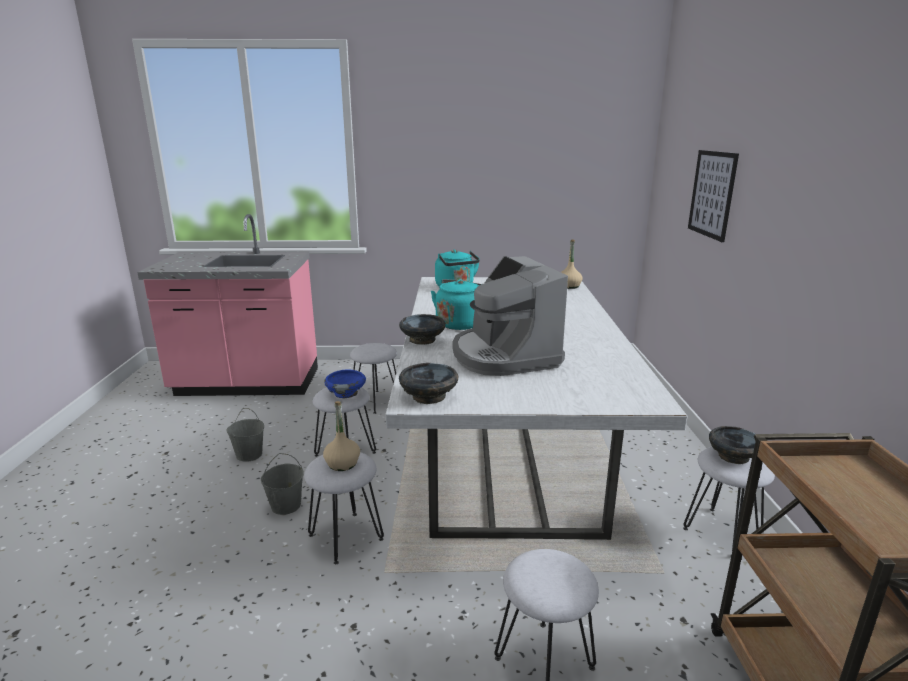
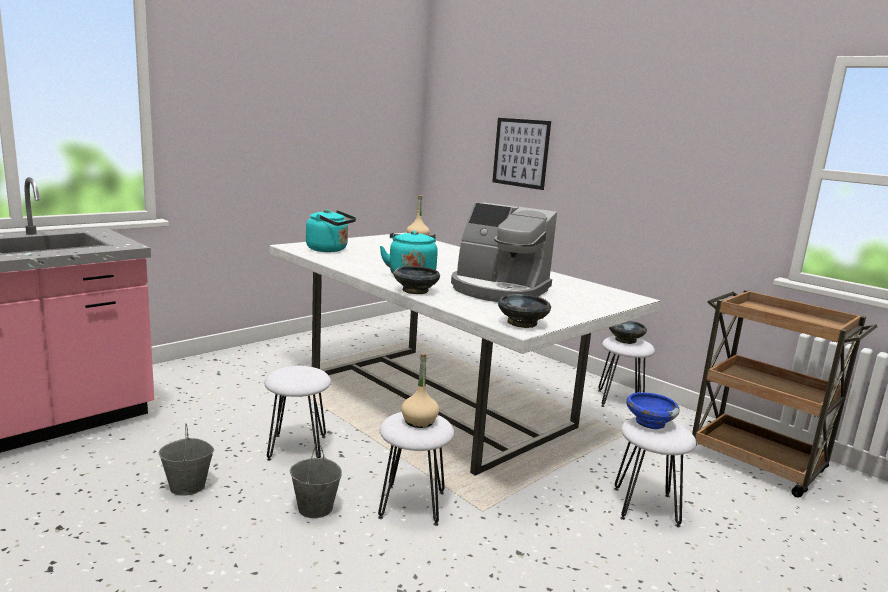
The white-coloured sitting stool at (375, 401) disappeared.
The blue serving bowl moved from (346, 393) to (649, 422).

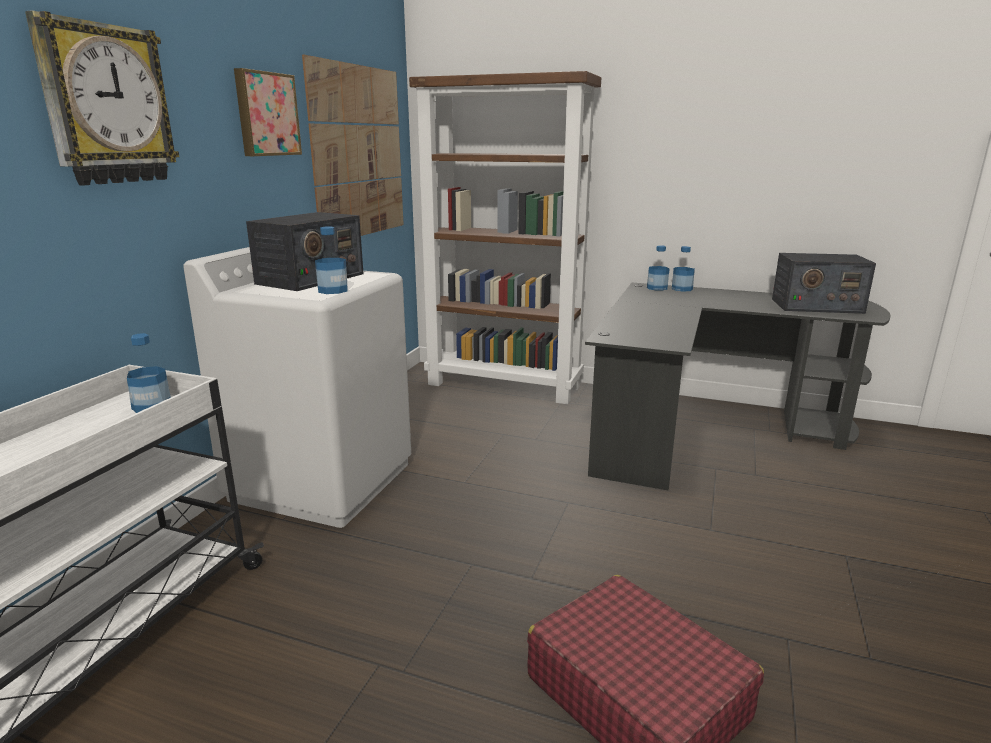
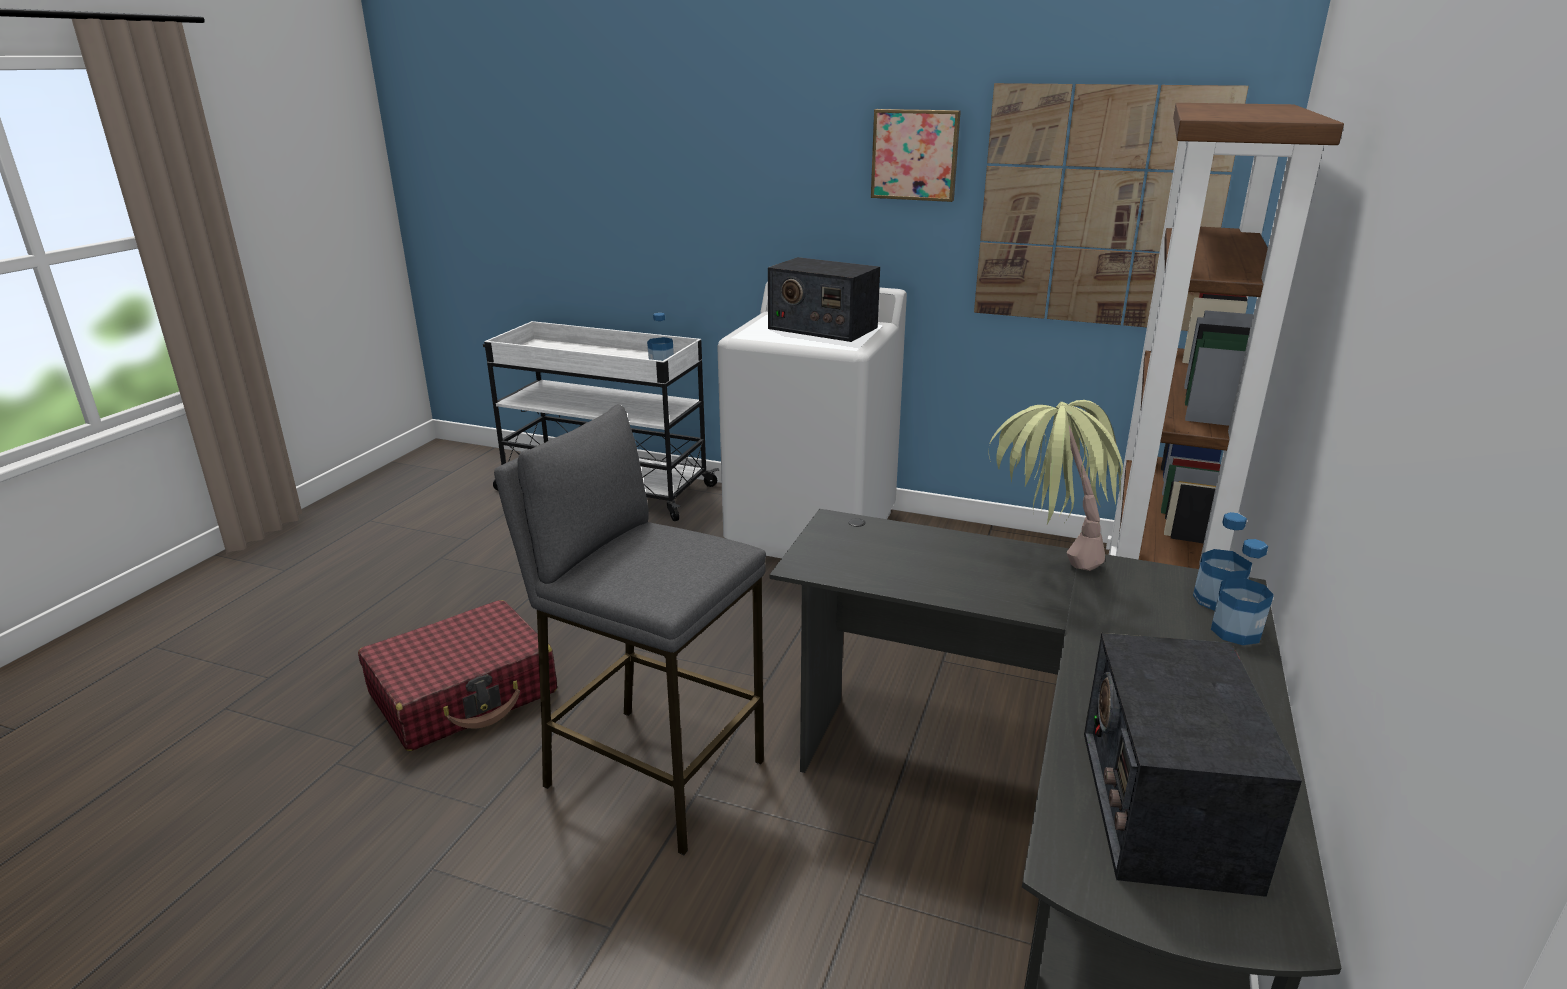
The clock on the wall at (107, 105) disappeared.
The beverage bottle at (333, 290) disappeared.
The grey sitting stool at (654, 773) appeared.
The potted plant at (1044, 570) appeared.

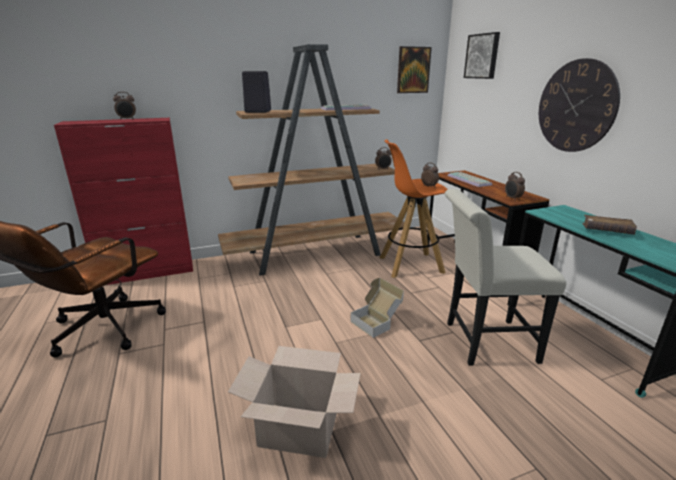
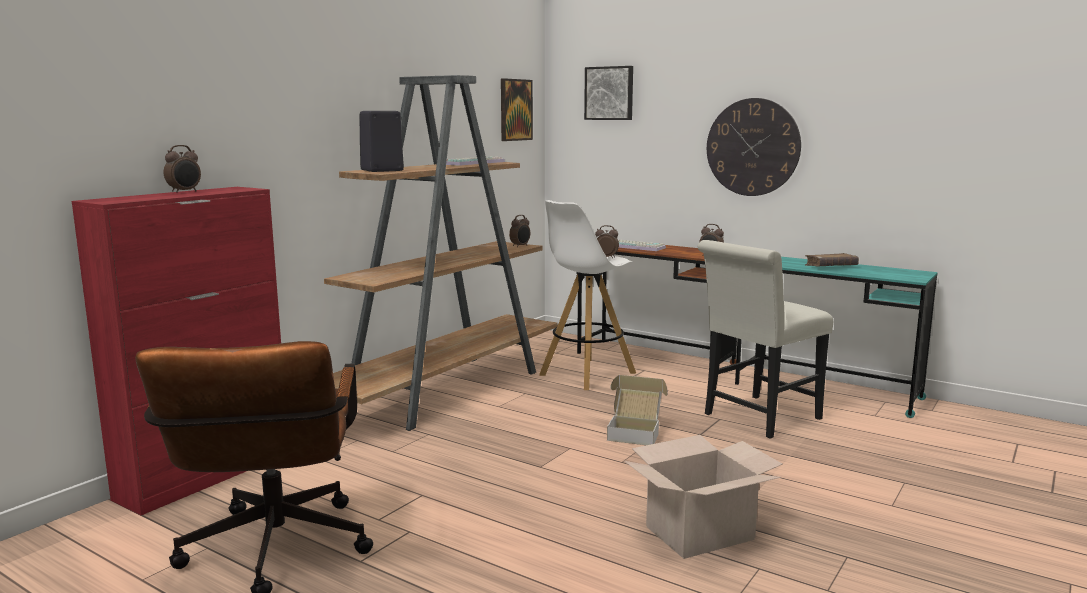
The orange-coloured sitting stool at (410, 265) became the white-coloured sitting stool at (586, 374).

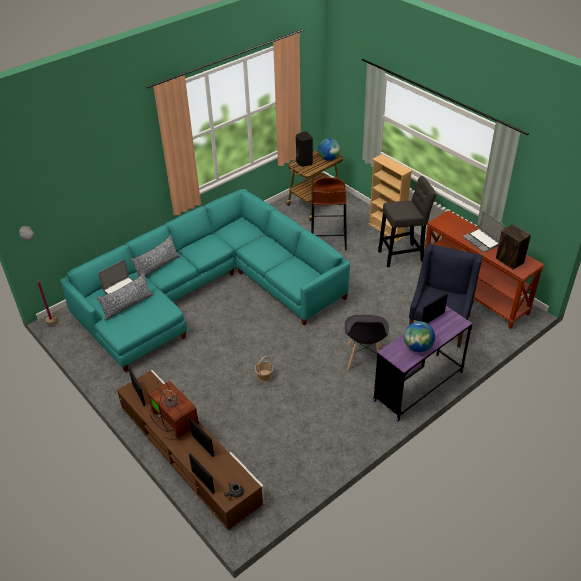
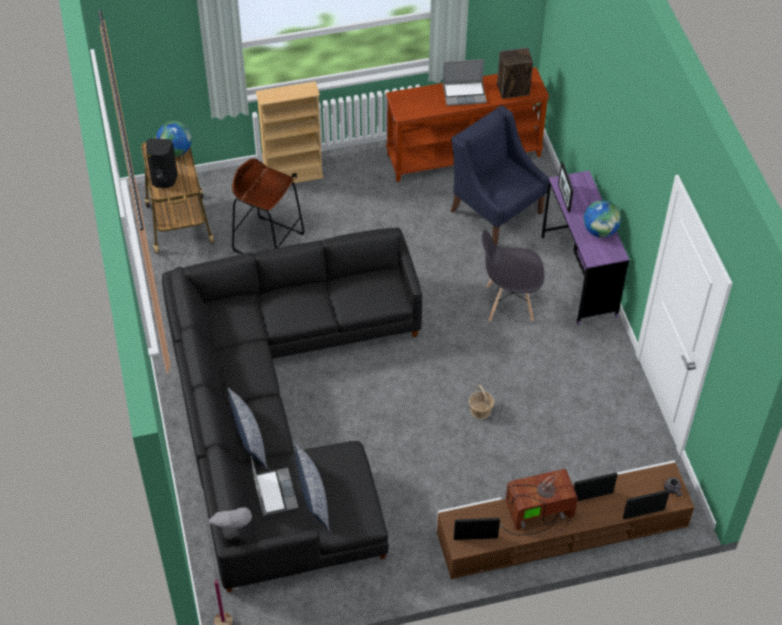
The grey sitting stool at (403, 255) disappeared.
The turquoise sofa at (207, 291) became the black sofa at (282, 413).
The grey upright chair at (364, 358) turned 150 degrees clockwise.

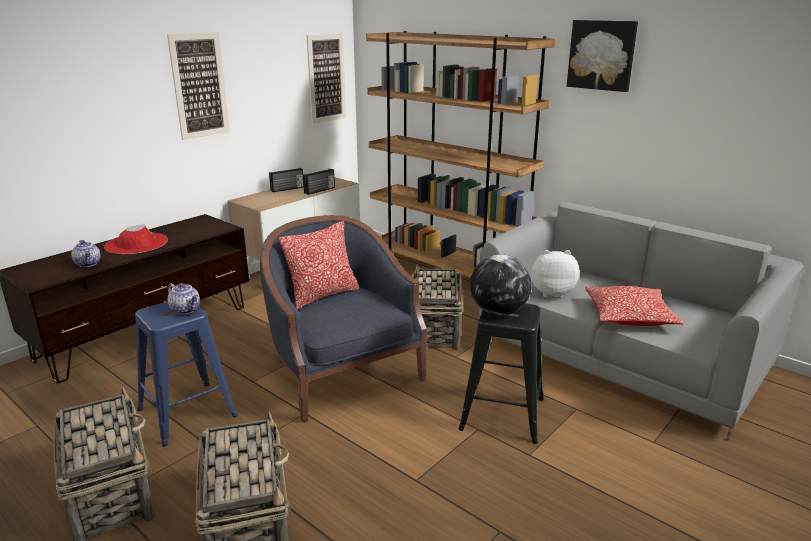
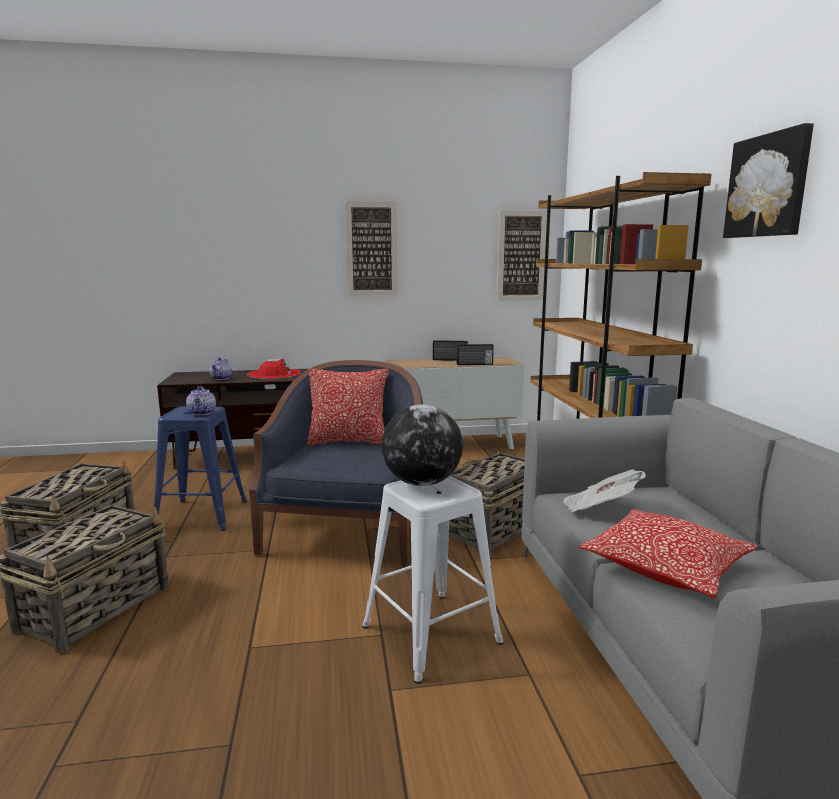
The soft toy at (551, 293) was replaced by the daily paper at (599, 509).
The black sitting stool at (503, 413) became the white-coloured sitting stool at (433, 634).

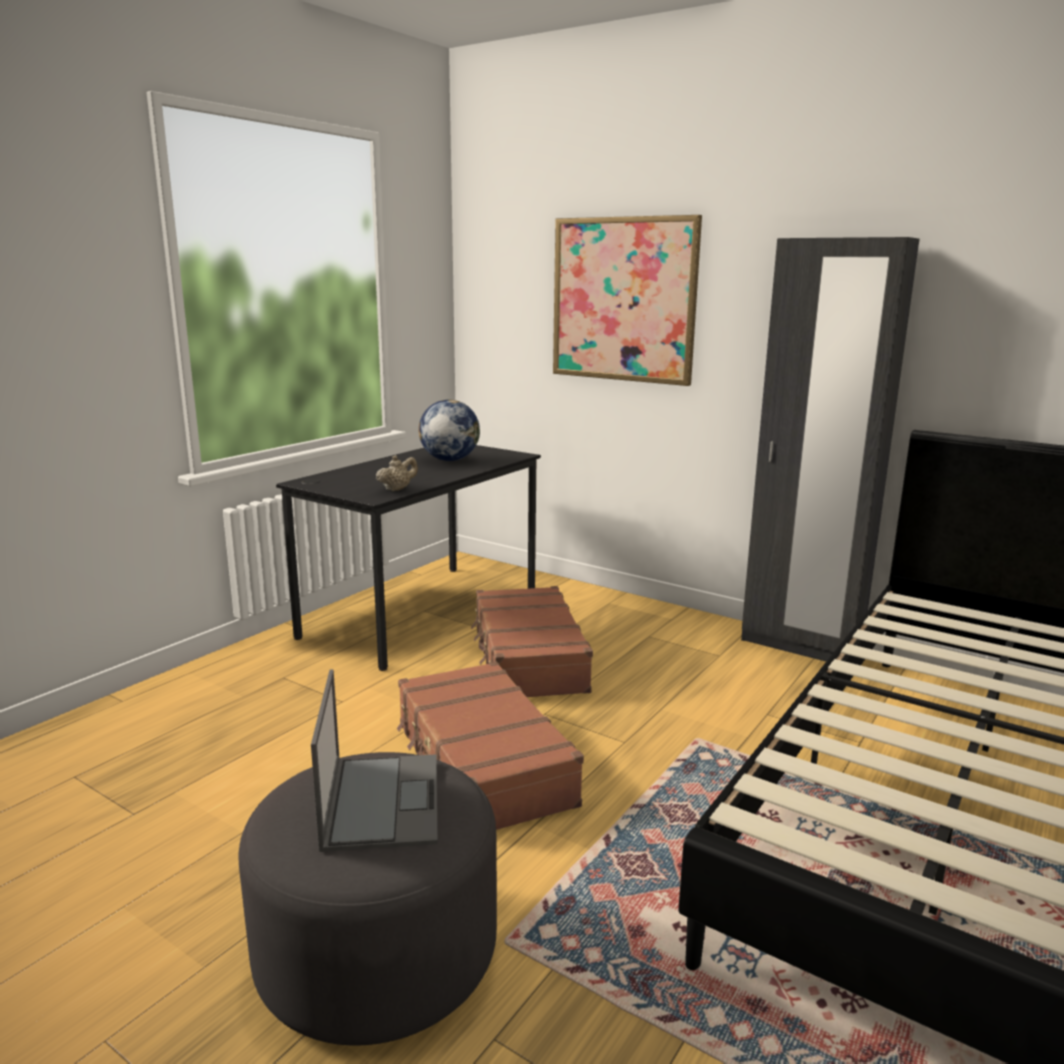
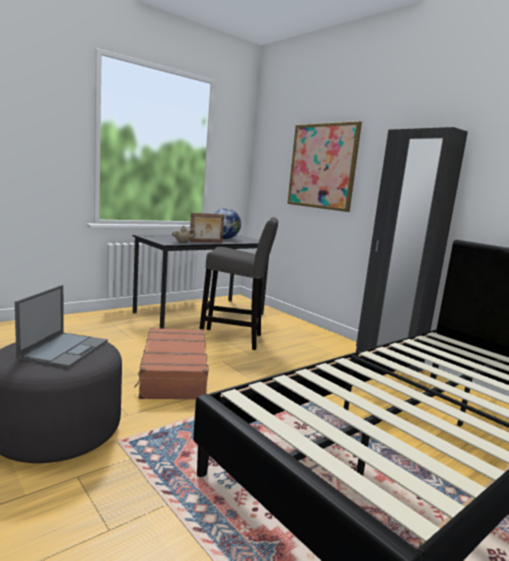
The photo frame at (206, 242) appeared.
The brown-coloured travel case at (527, 658) was replaced by the grey sitting stool at (234, 339).

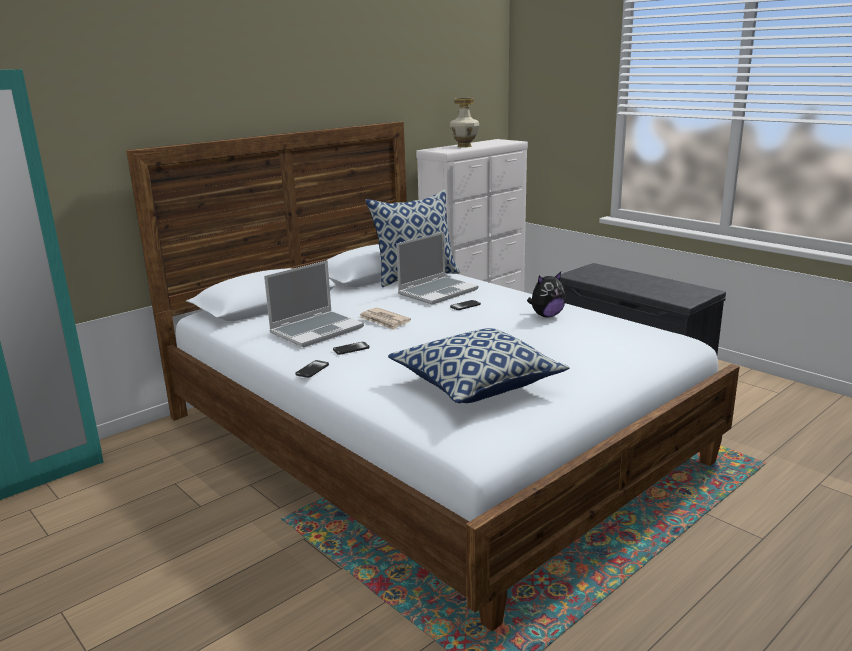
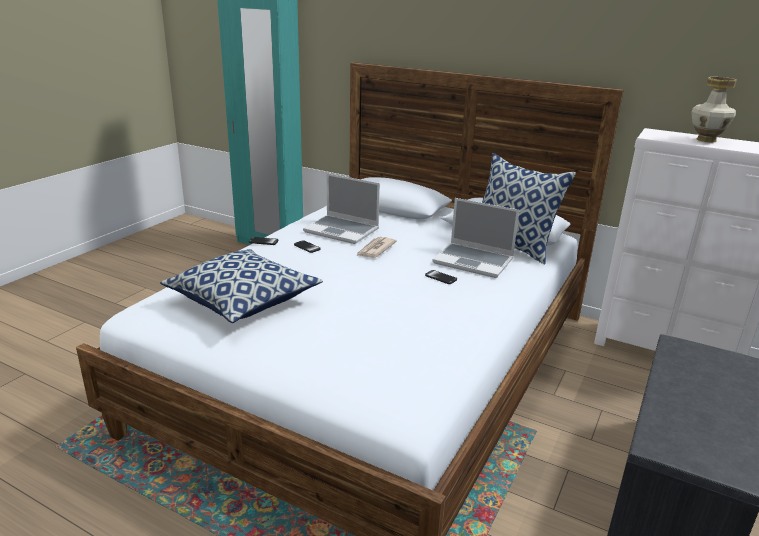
The soft toy at (546, 315) disappeared.

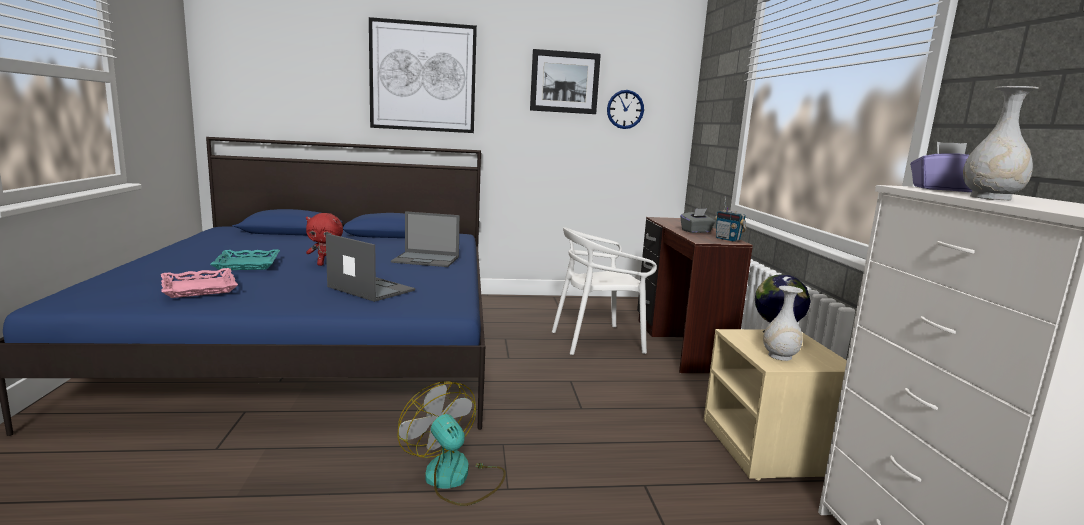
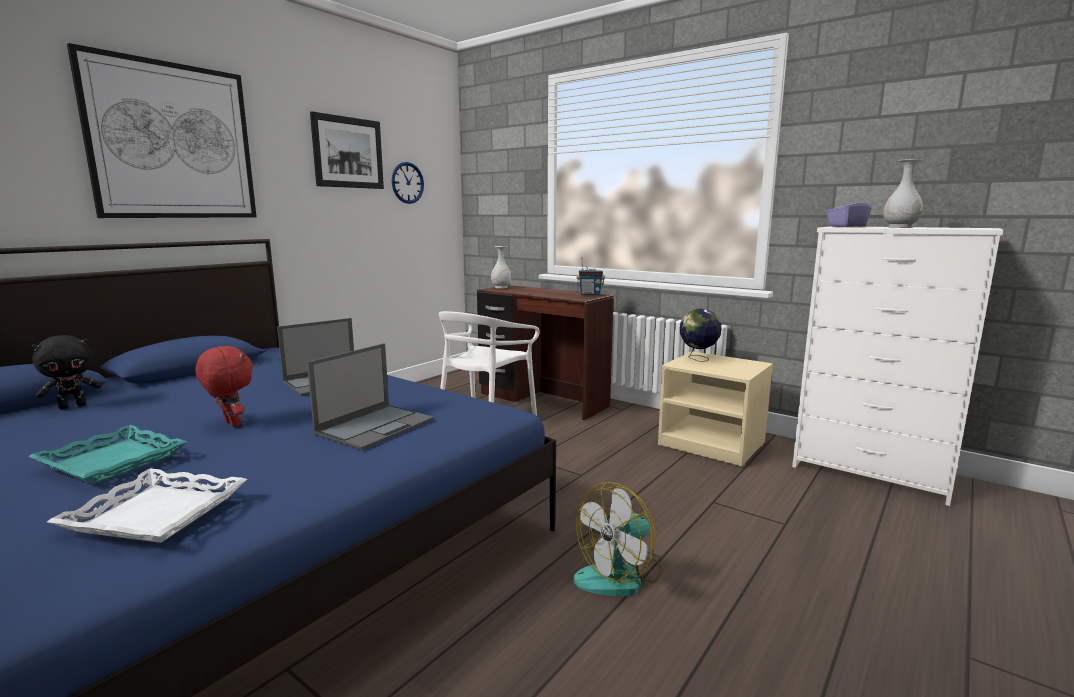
The grey box of tissues at (696, 231) disappeared.
The black soft toy at (73, 406) appeared.
The white-coloured flower vase moved from (780, 356) to (501, 287).
The pink-coloured tray at (198, 288) became the white-coloured tray at (155, 514).
The reddish soft toy at (326, 265) turned 90 degrees counterclockwise.
The laptop at (370, 288) turned 135 degrees clockwise.
The cooling fan at (455, 478) turned 45 degrees counterclockwise.

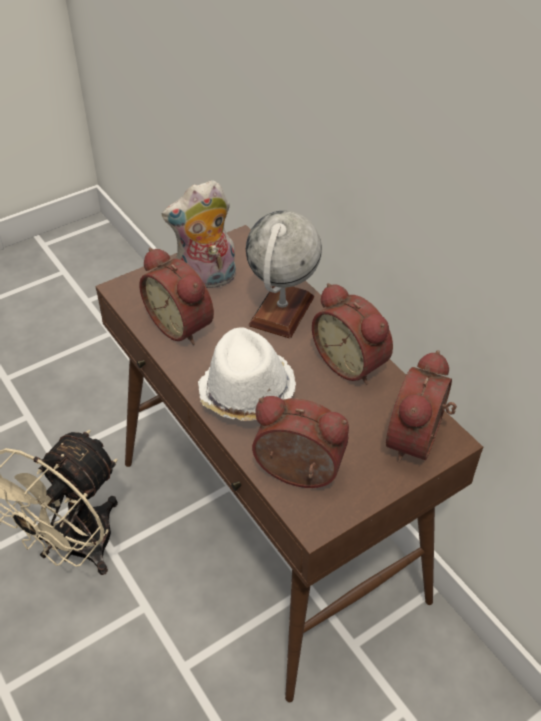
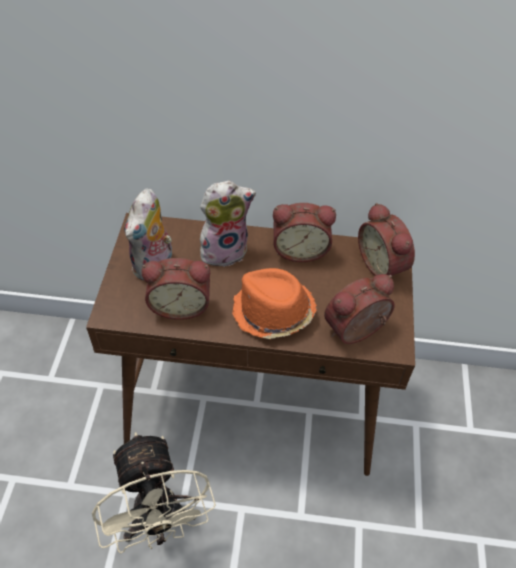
The world globe at (282, 311) was replaced by the soft toy at (224, 250).
The white-coloured hat at (246, 392) became the orange-coloured hat at (272, 312).

